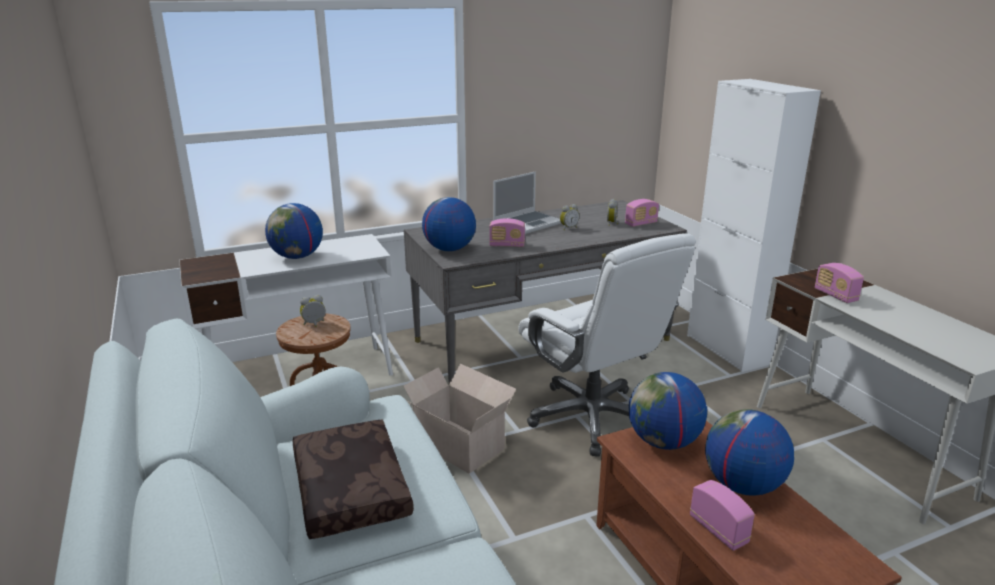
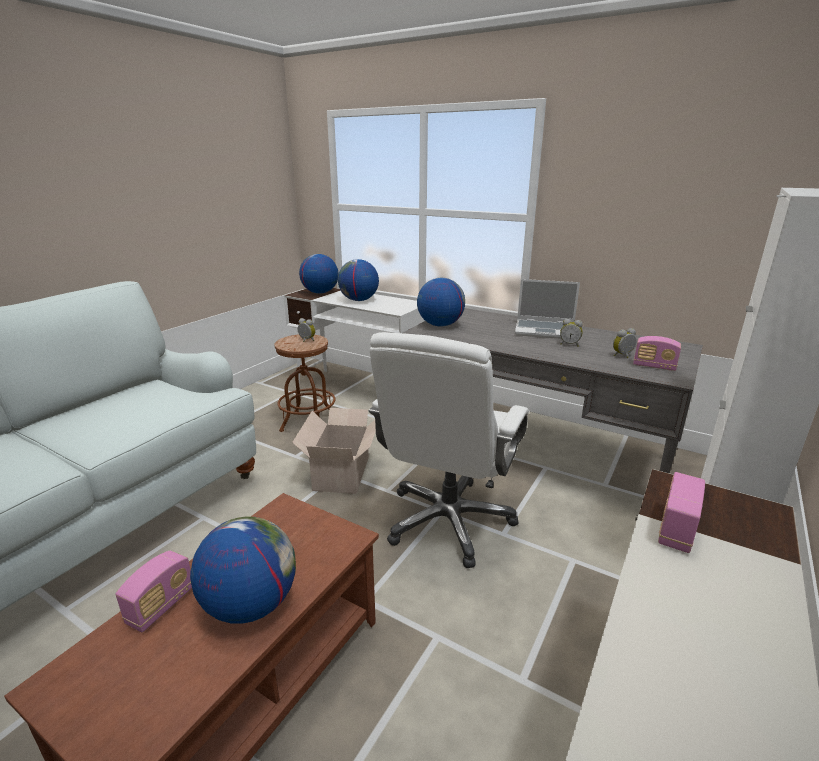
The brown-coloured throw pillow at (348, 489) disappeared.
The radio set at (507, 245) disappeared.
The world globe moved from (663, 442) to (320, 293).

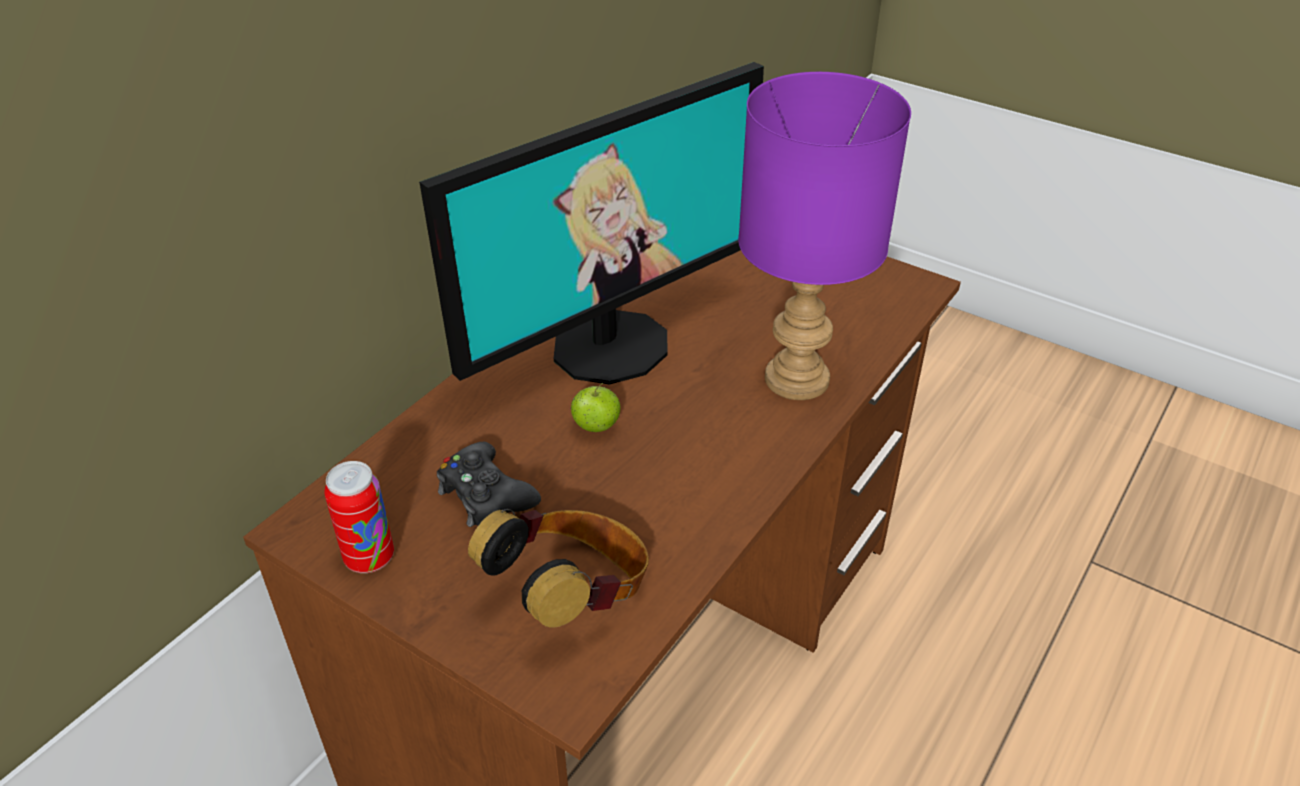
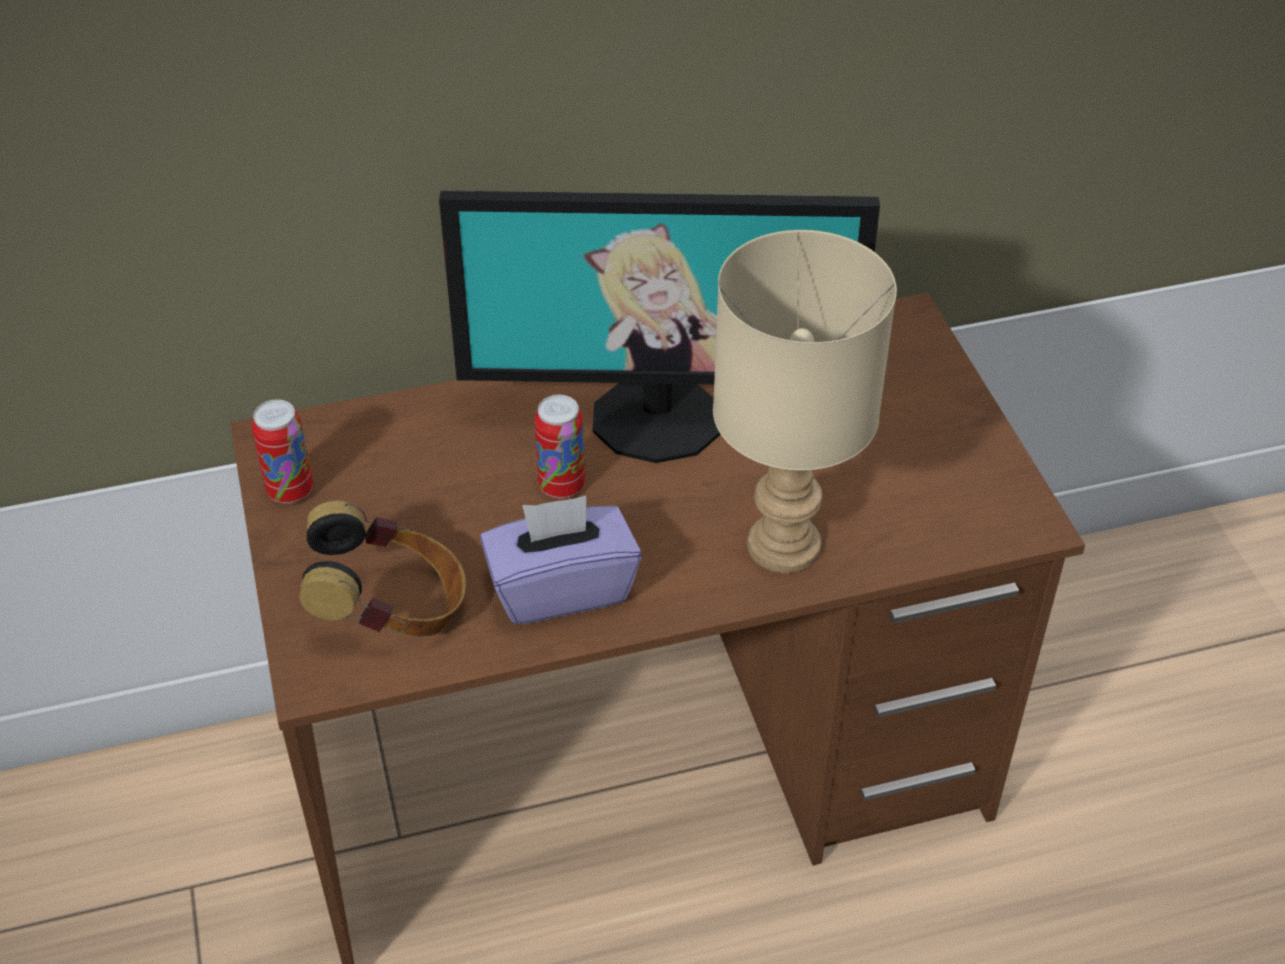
The black gamepad at (485, 495) disappeared.
The purple box of tissues at (561, 588) appeared.
The apple at (596, 427) was replaced by the sealed can at (562, 486).
The purple tabletop lamp at (799, 378) became the beige-coloured tabletop lamp at (786, 547).

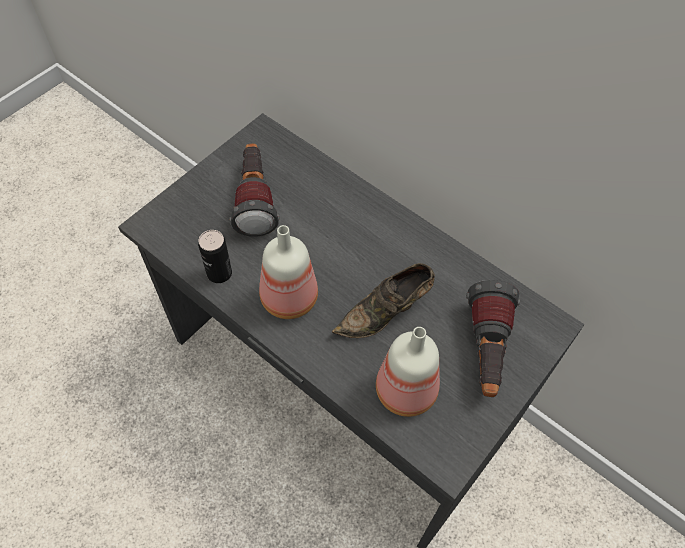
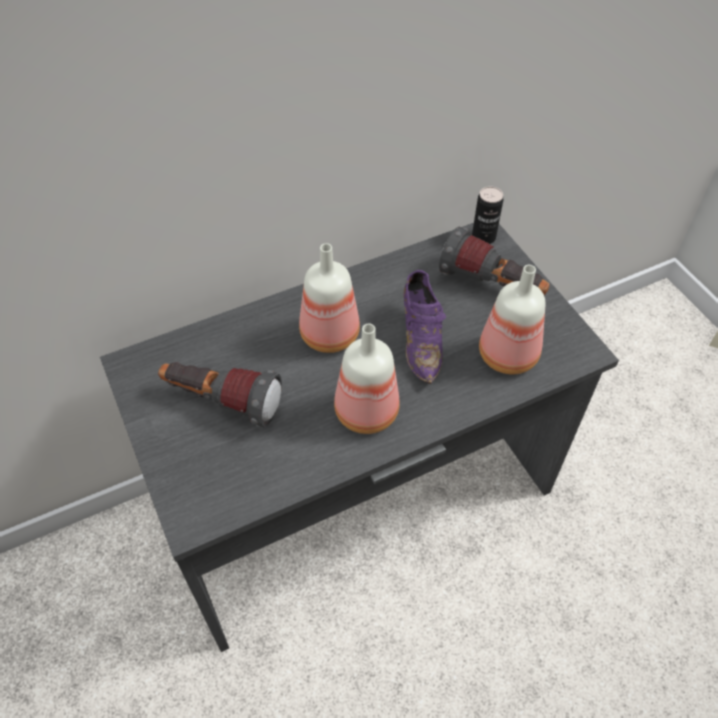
The beverage bottle at (328, 334) appeared.
The sealed can moved from (219, 273) to (483, 237).
The brown-coloured shoe at (386, 313) became the purple shoe at (421, 340).

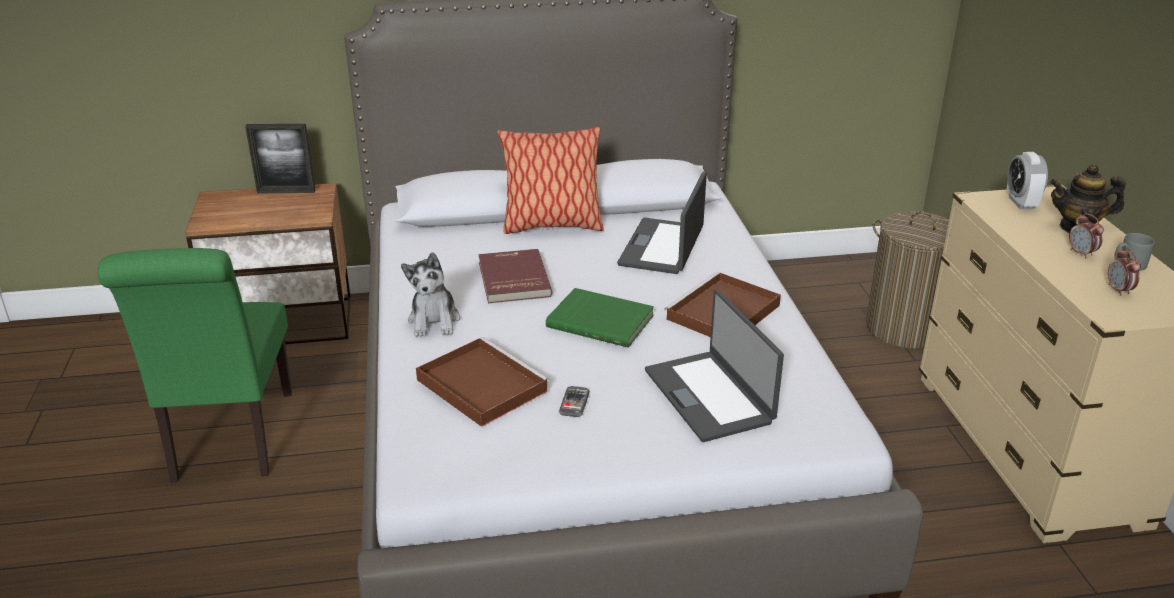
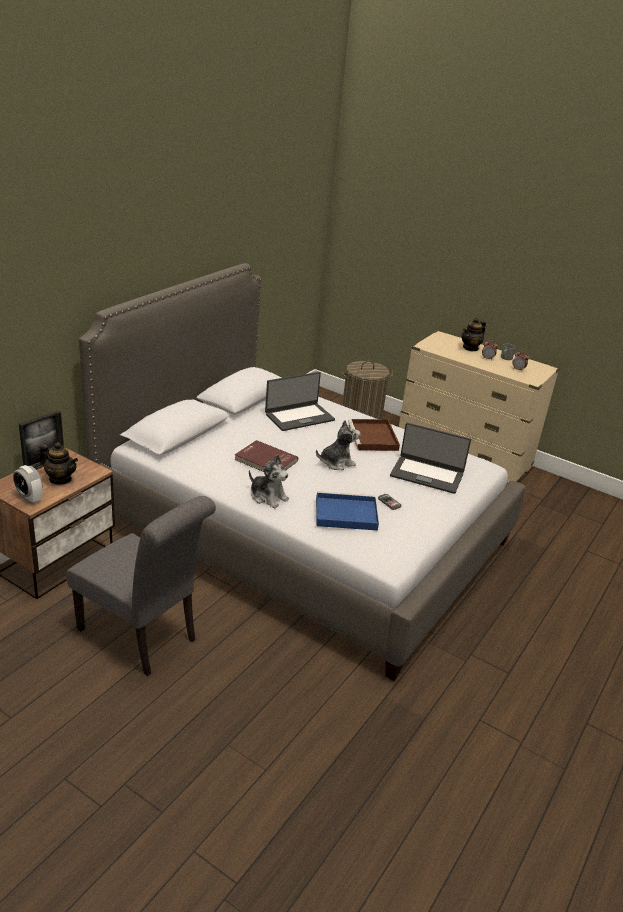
The throw pillow at (552, 226) disappeared.
The teapot at (60, 479) appeared.
The table clock moved from (1021, 203) to (29, 498).
The green-coloured volume at (601, 320) was replaced by the soft toy at (336, 462).
The green-coloured upright chair at (230, 441) became the grey upright chair at (143, 637).
The brown-coloured tray at (479, 384) became the blue tray at (344, 514).
The laptop at (663, 247) turned 90 degrees counterclockwise.

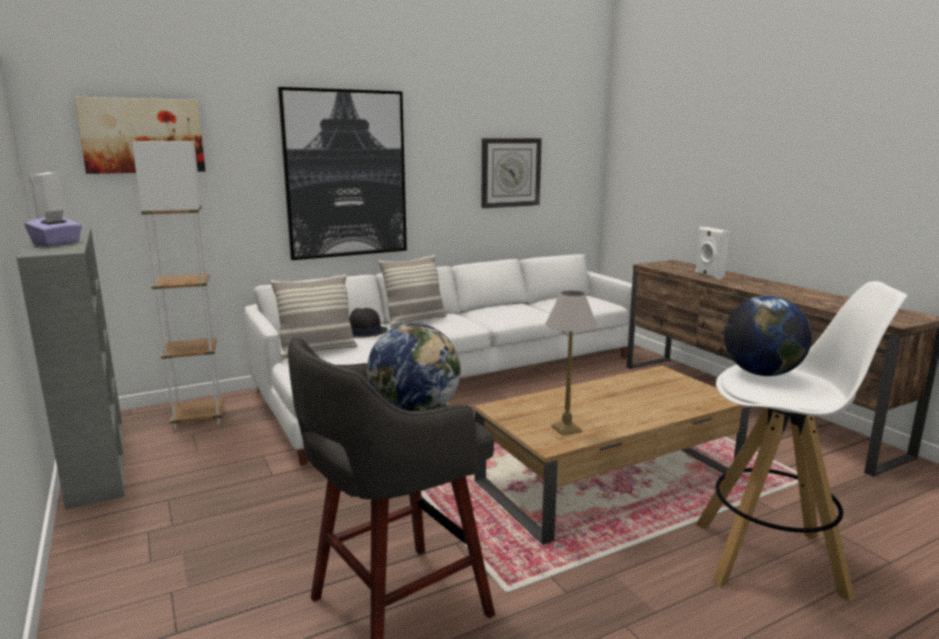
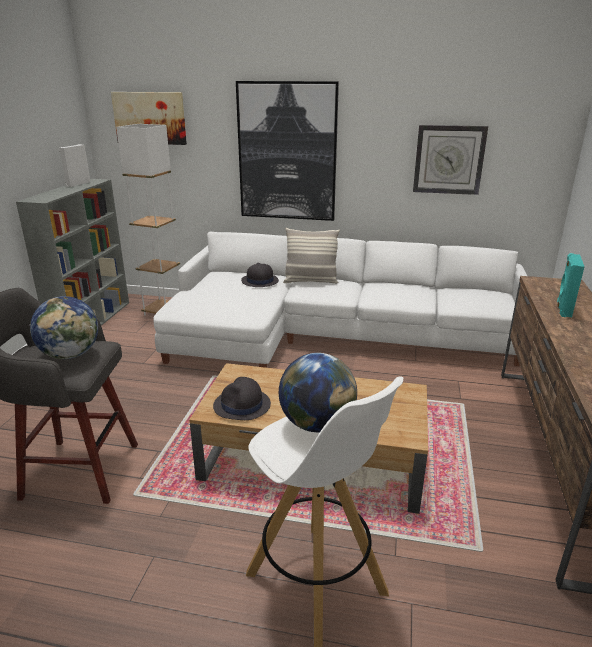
The purple box of tissues at (57, 243) disappeared.
The throw pillow at (317, 351) disappeared.
The tabletop lamp at (567, 429) was replaced by the black hat at (242, 405).
The white-coloured loudspeaker at (708, 275) became the turquoise loudspeaker at (563, 309).

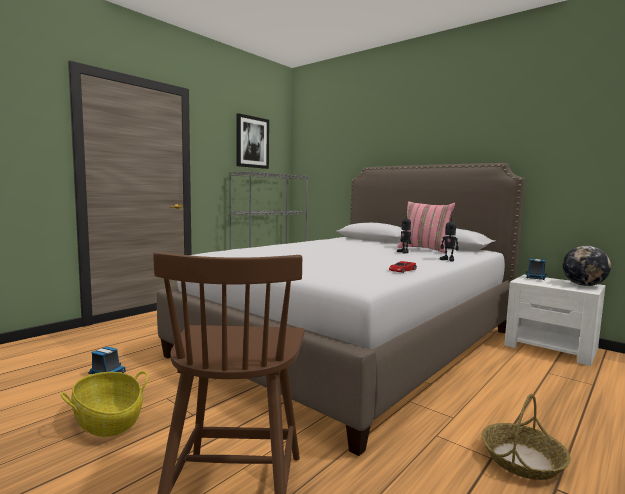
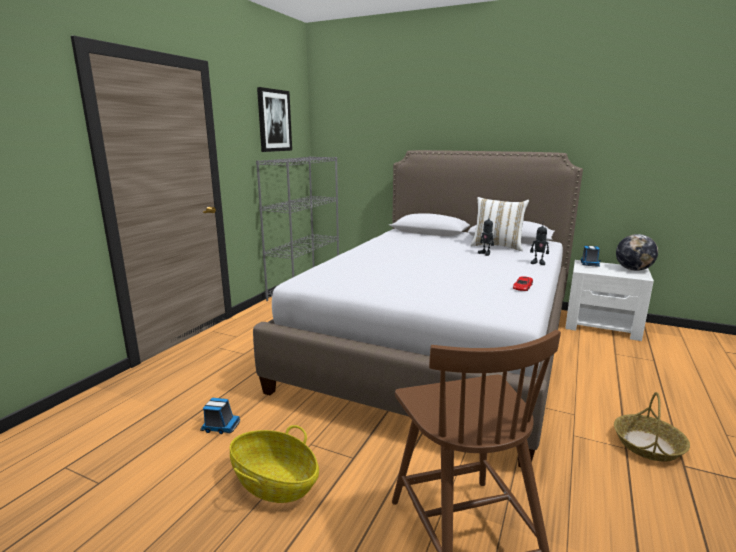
The pink-coloured throw pillow at (424, 249) became the white-coloured throw pillow at (497, 246).

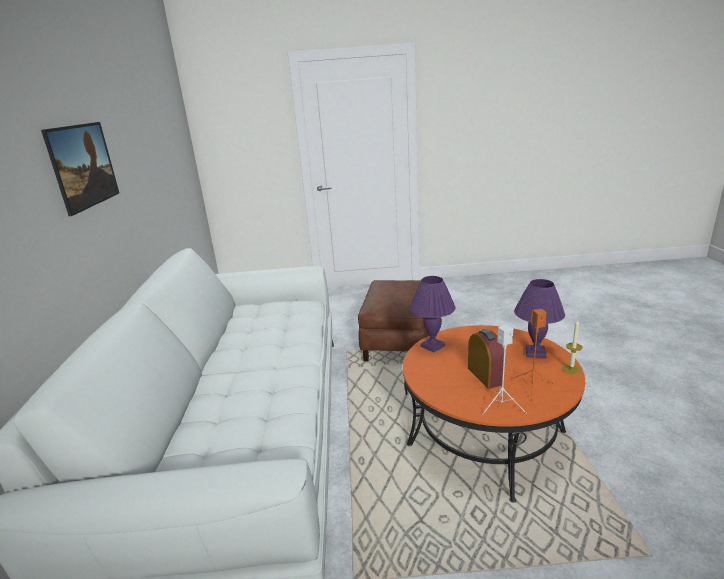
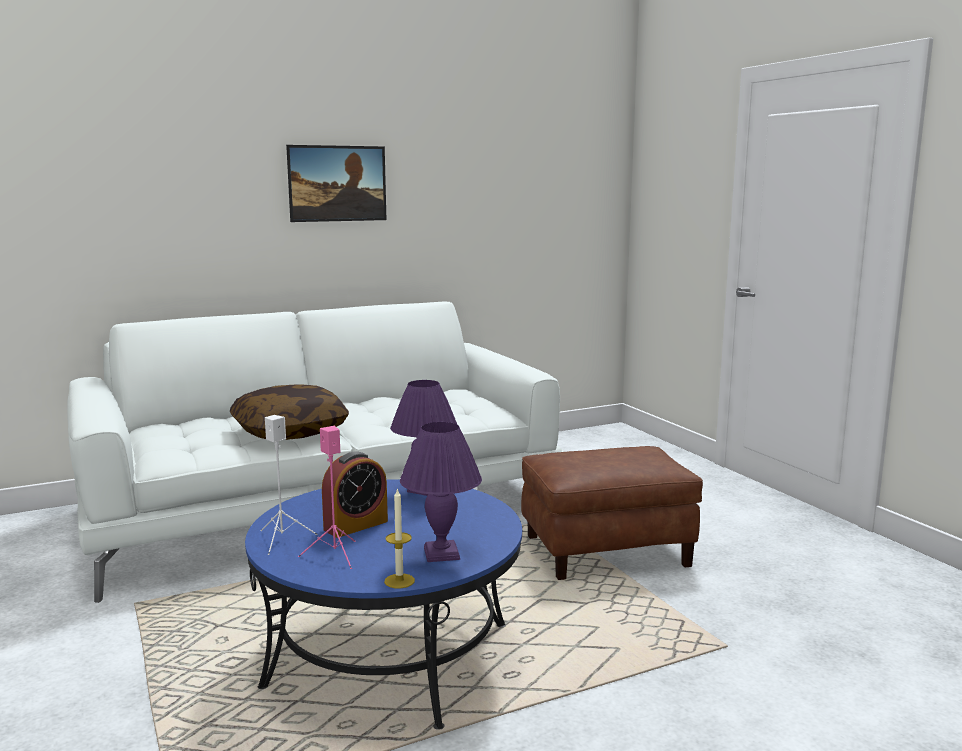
The throw pillow at (290, 431) appeared.
The orange-coloured lounge table at (486, 438) became the blue lounge table at (389, 655).
The orange-coloured loudspeaker at (532, 387) became the pink-coloured loudspeaker at (334, 555).

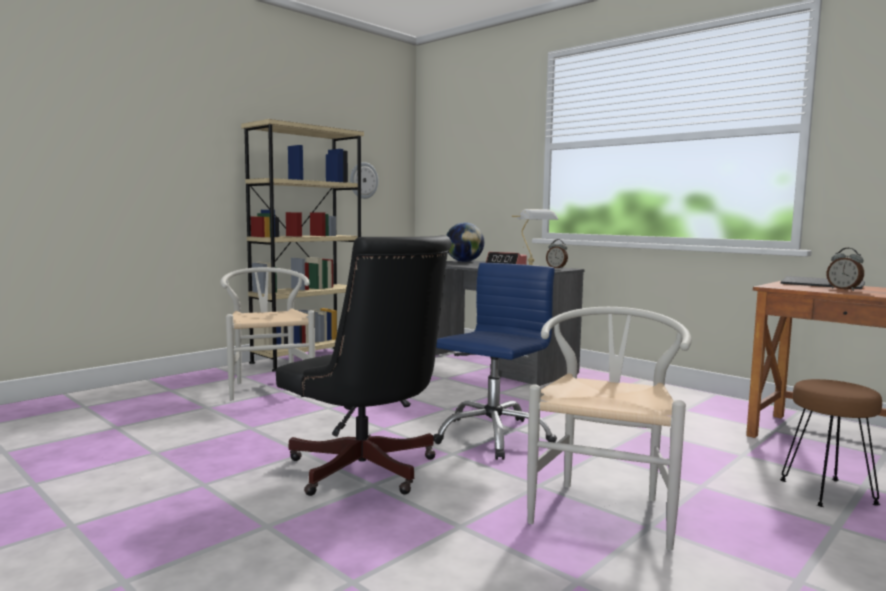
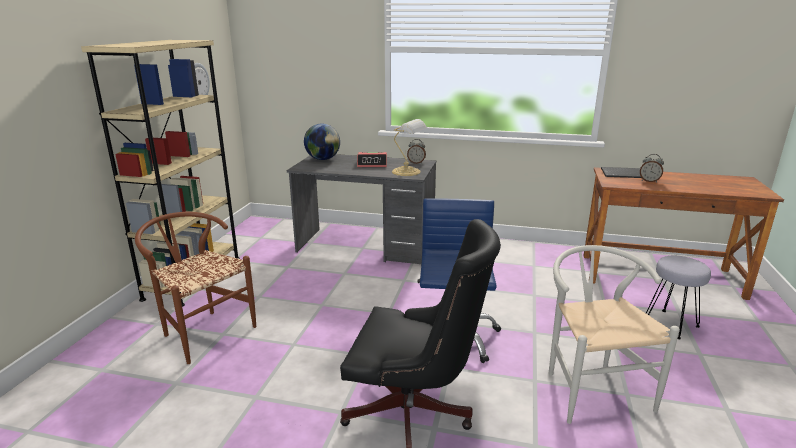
The white-coloured upright chair at (268, 386) became the brown-coloured upright chair at (203, 331).
The brown-coloured sitting stool at (826, 492) became the grey sitting stool at (670, 324).

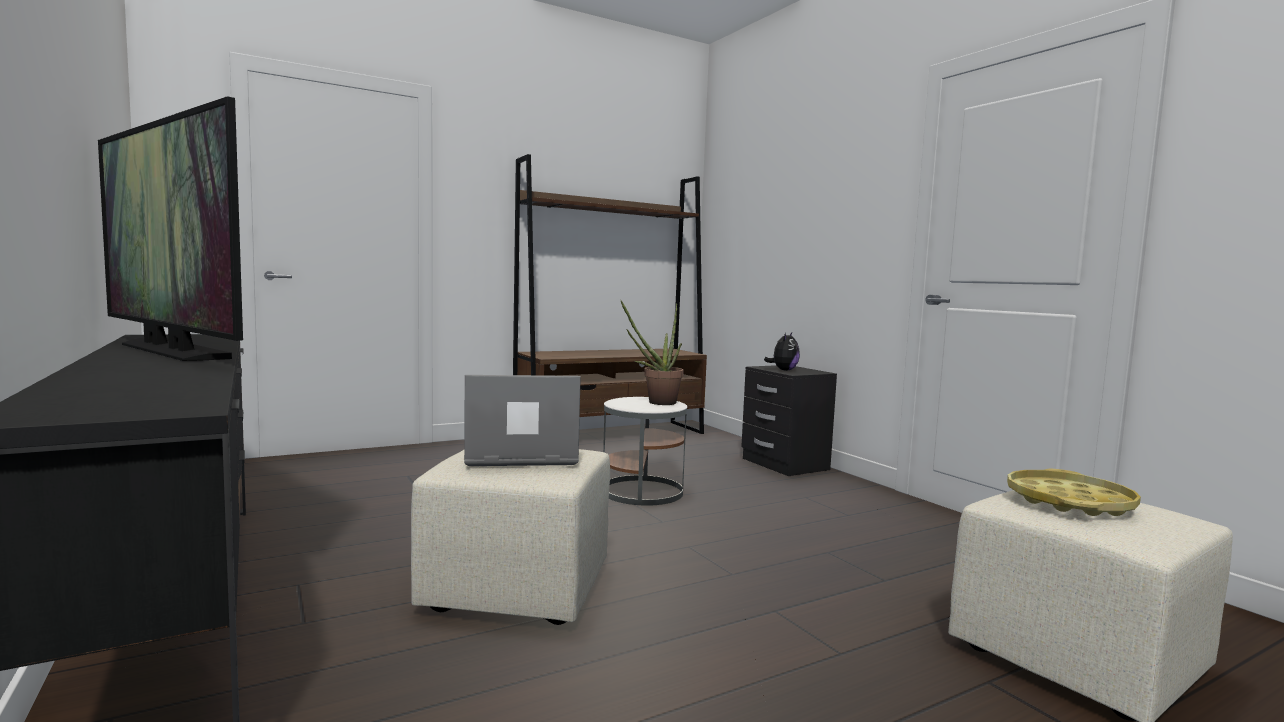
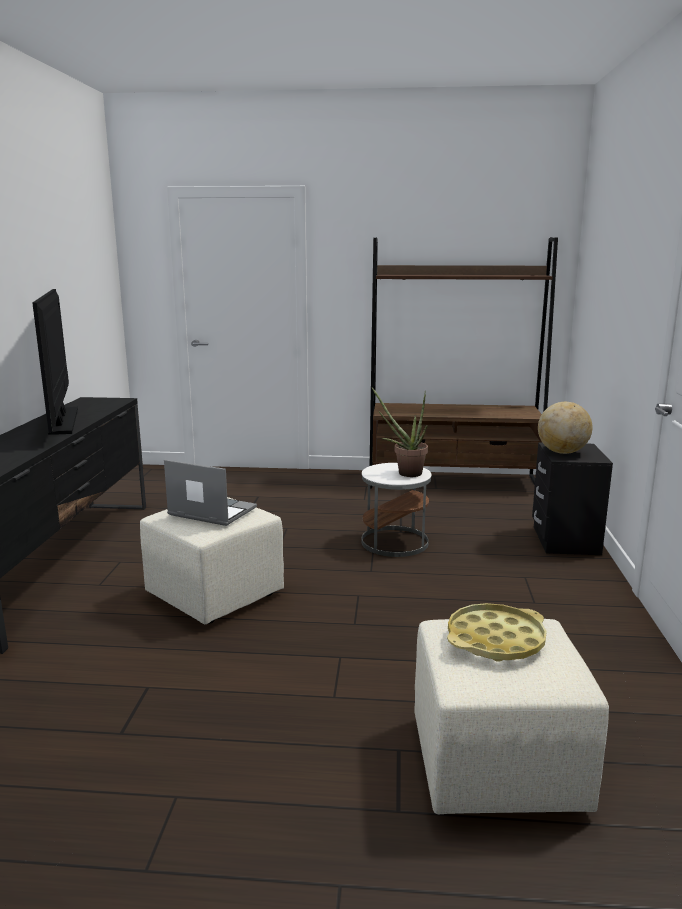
The soft toy at (783, 370) was replaced by the world globe at (562, 452).

